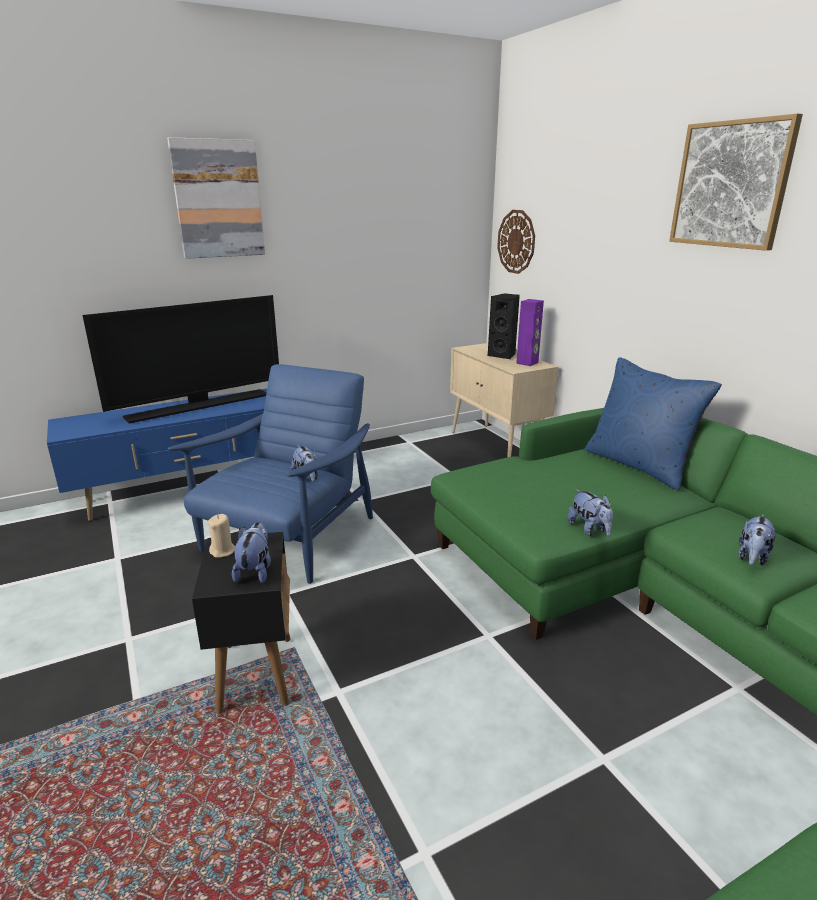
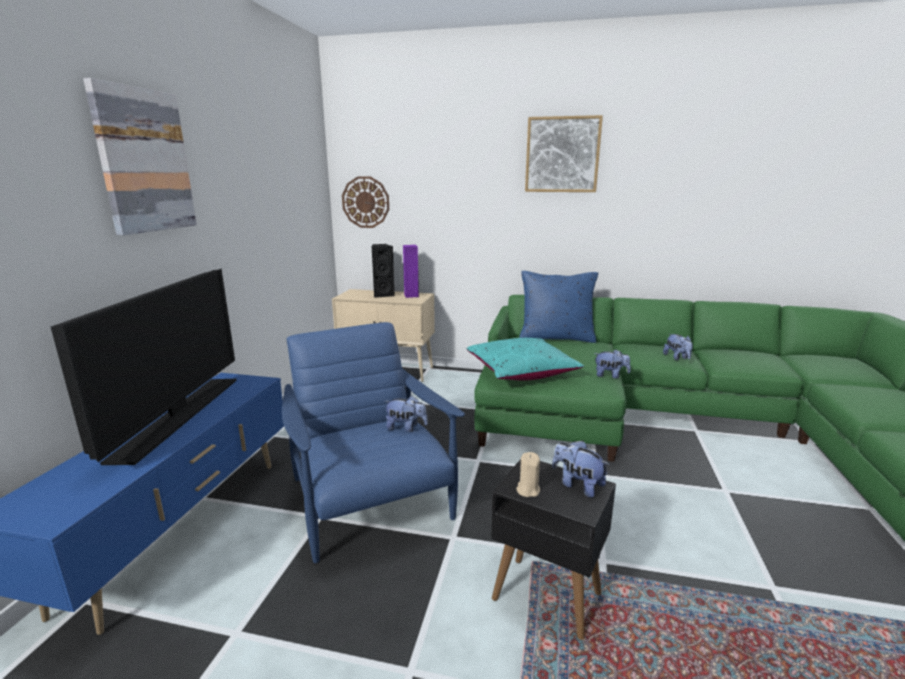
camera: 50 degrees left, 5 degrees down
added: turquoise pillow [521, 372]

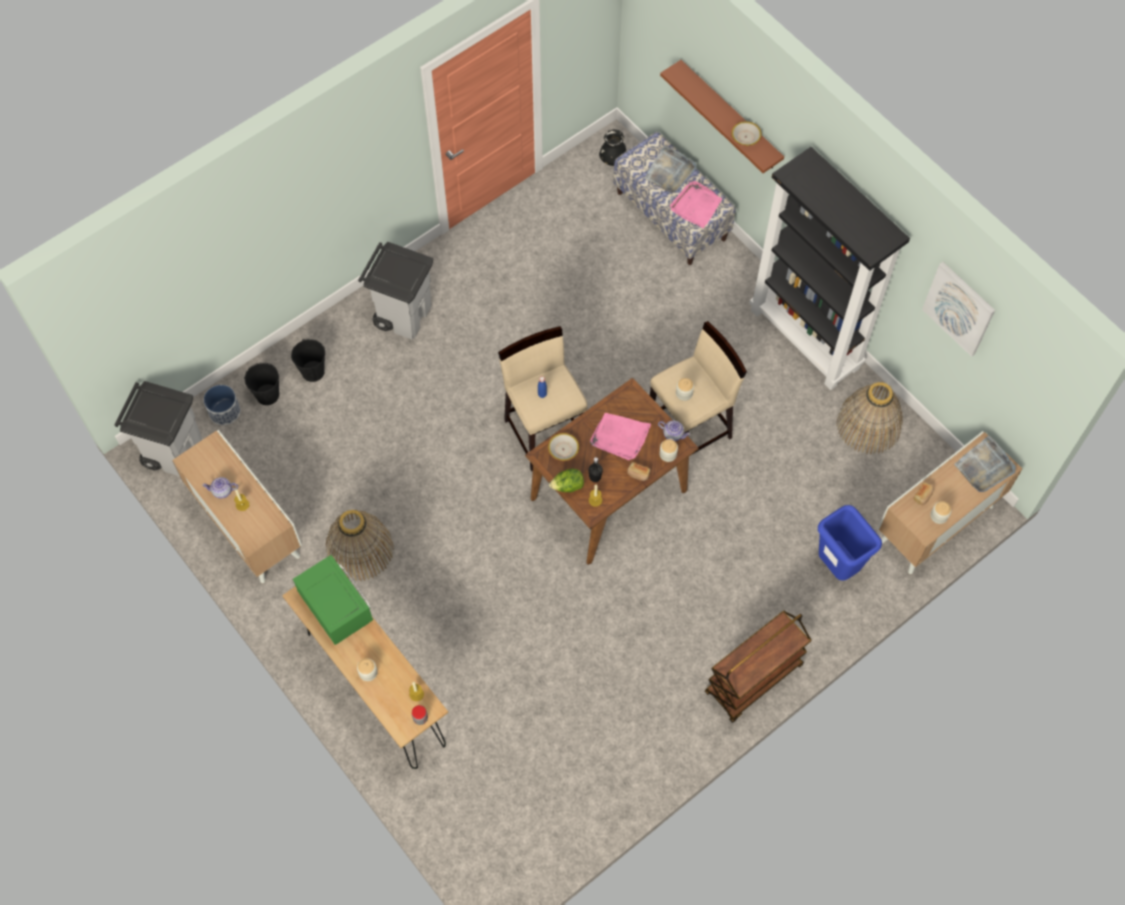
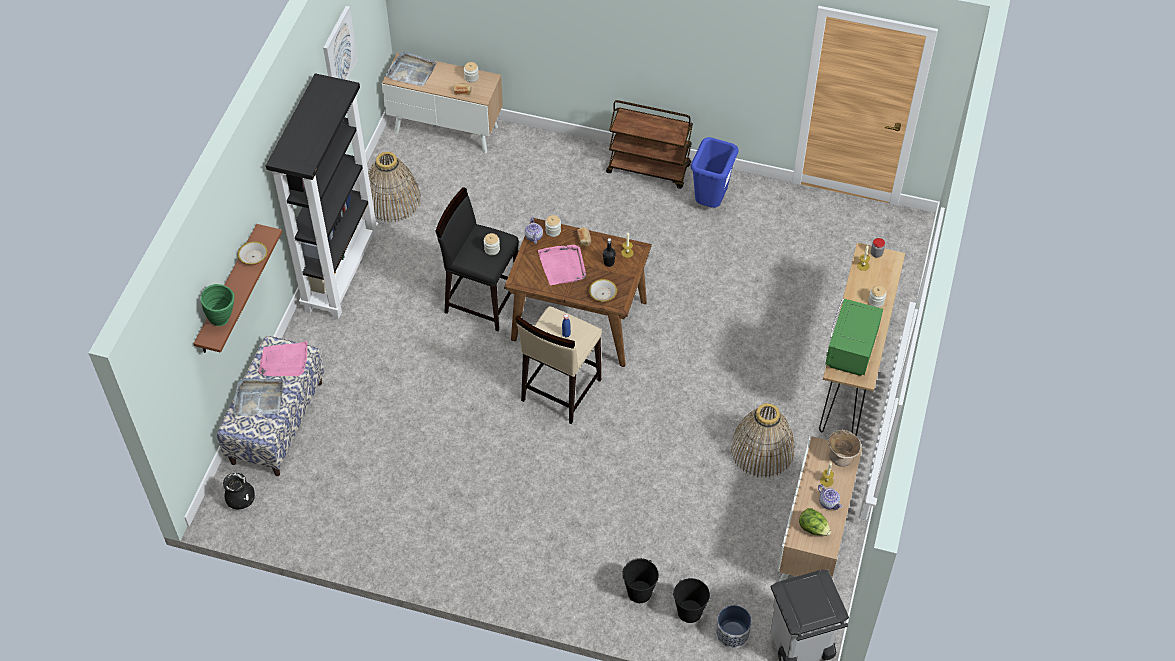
camera: 125 degrees left, 10 degrees down
removed: grey trash can [403, 315]
added: green vase [224, 320]; beige bowl [841, 456]
moved: lettuce [567, 486] to [813, 528]; blue trash can [837, 566] to [710, 202]
recoloured: beige stool [690, 430] to black stool [482, 301]

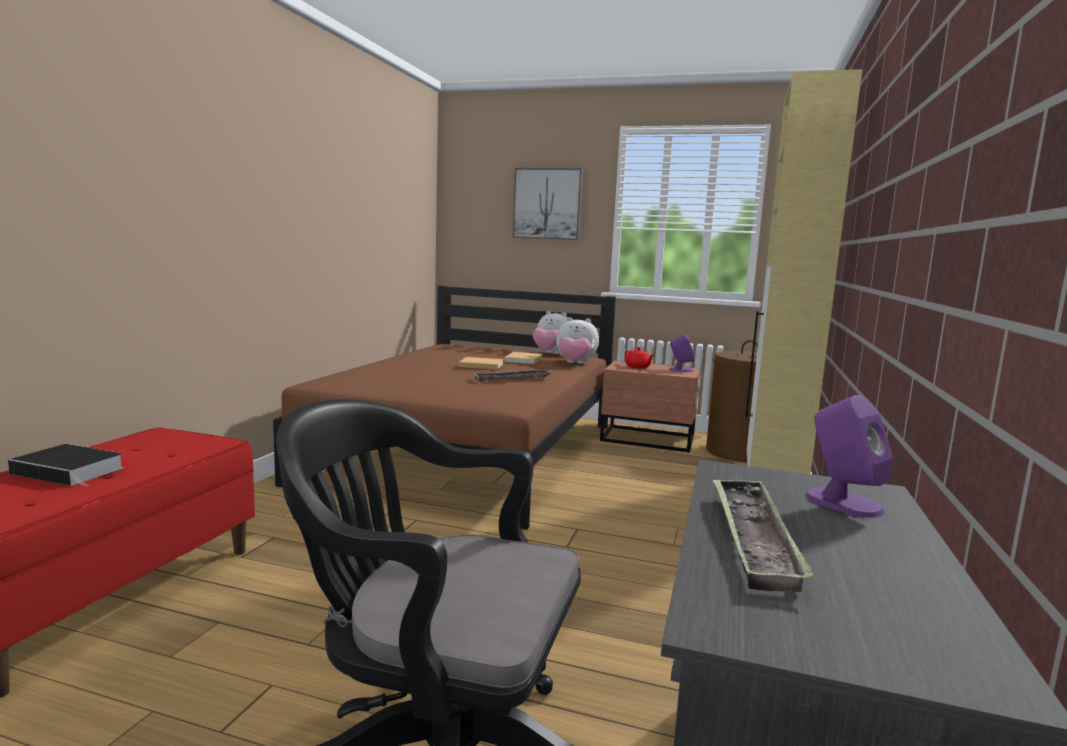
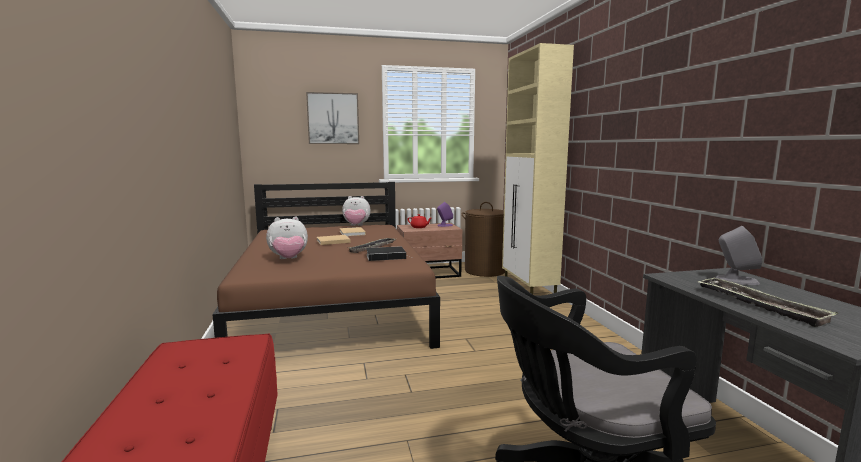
camera: 30 degrees left, 0 degrees up
moved: plush toy [575, 363] to [288, 259]; book [71, 471] to [387, 256]
recoloured: purple speaker [842, 502] to grey speaker [736, 280]

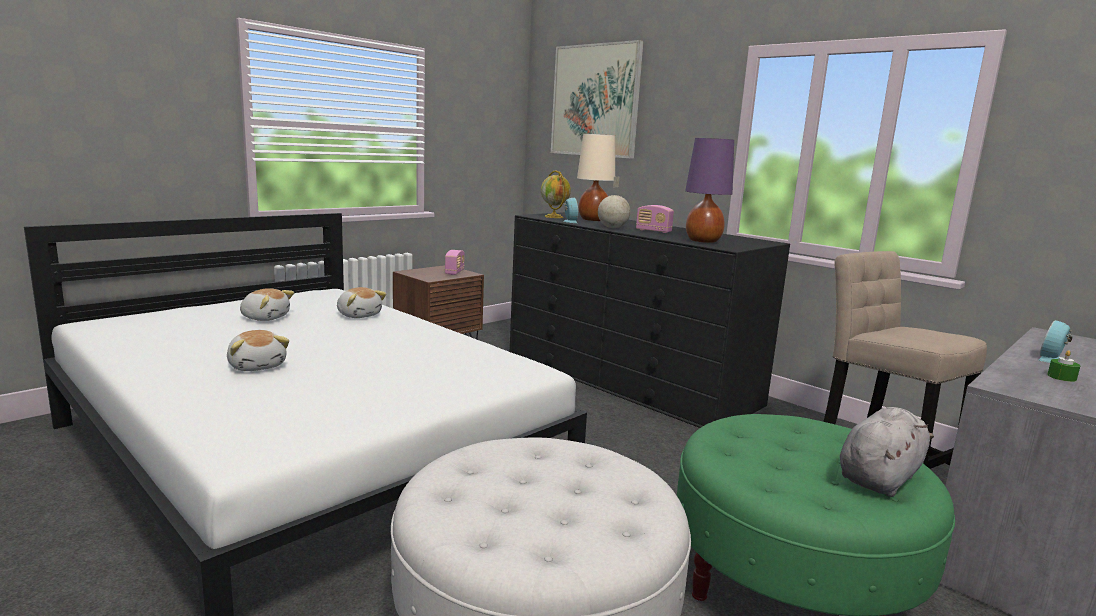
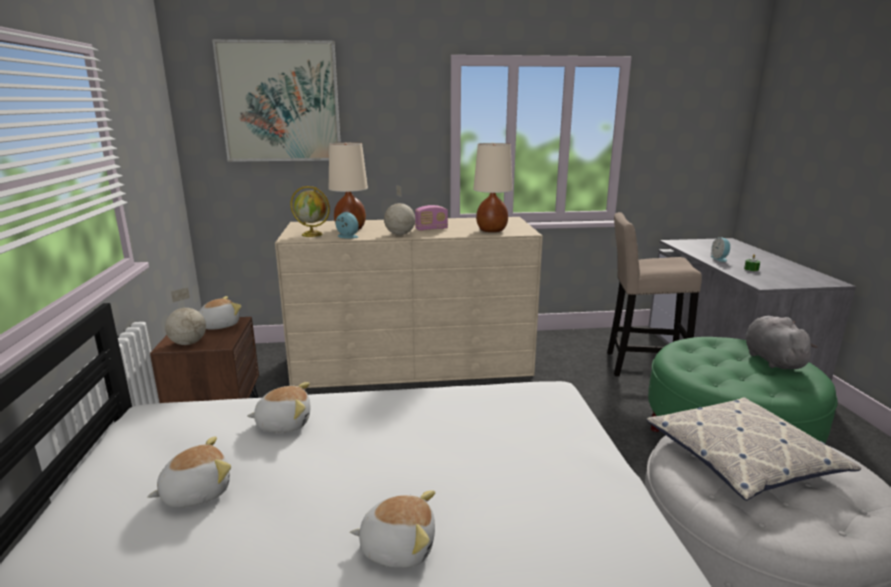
camera: 50 degrees left, 5 degrees up
added: globe [188, 343]; pillow [742, 457]
replaced: radio [454, 272] to plush toy [219, 325]
recoloured: purple table lamp [703, 241] to beige table lamp [492, 230]; black dresser [628, 379] to beige dresser [412, 362]

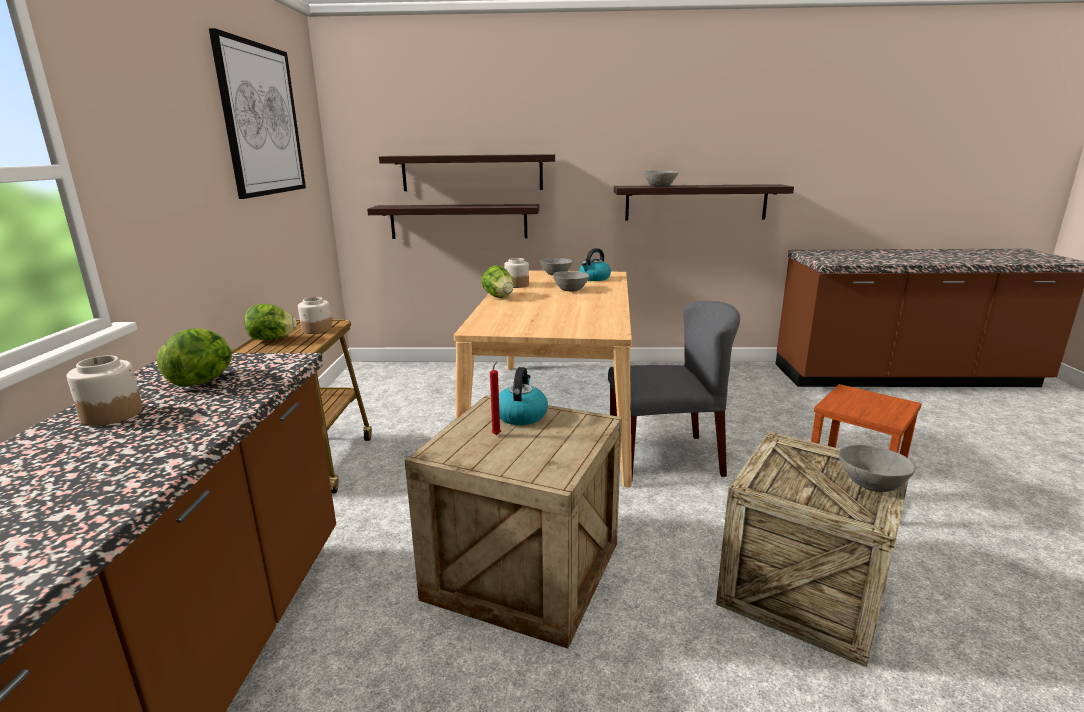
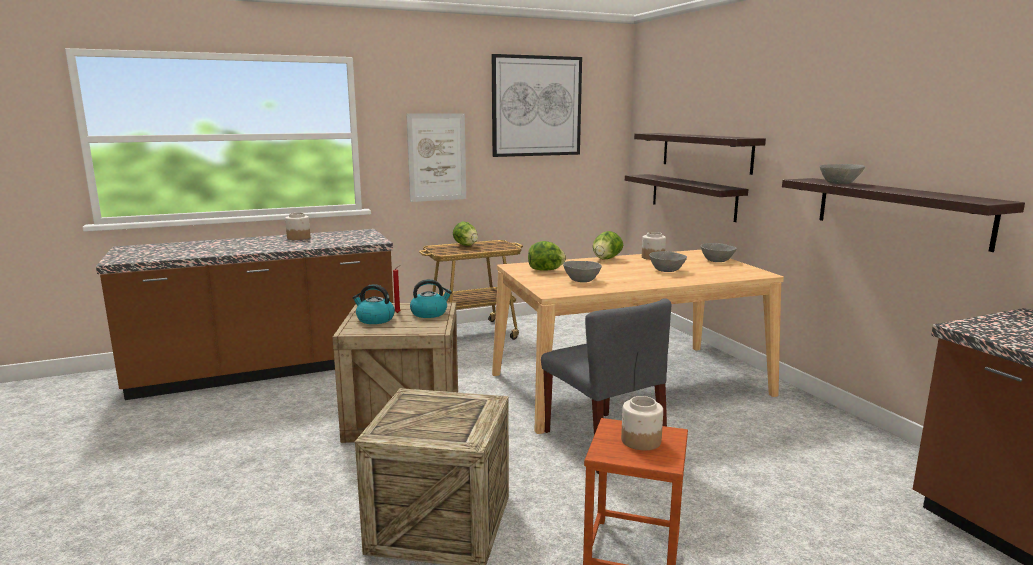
camera: 65 degrees right, 5 degrees down
added: picture [437, 157]
moved: kettle [594, 278] to [374, 319]; jar [317, 330] to [640, 441]; lettuce [203, 381] to [546, 270]; grey bowl [872, 484] to [582, 280]

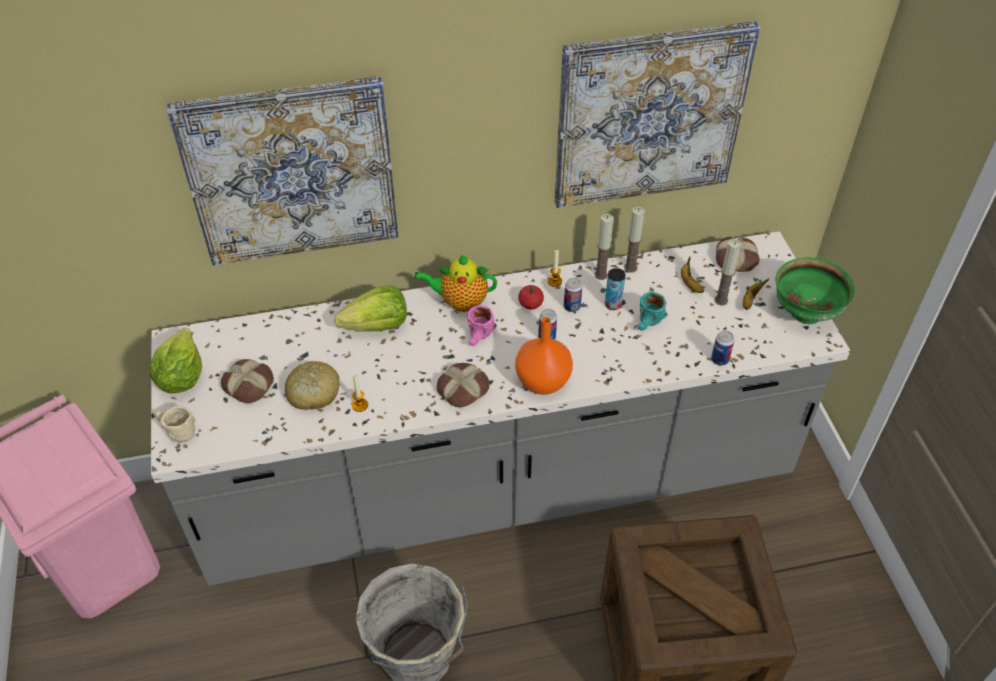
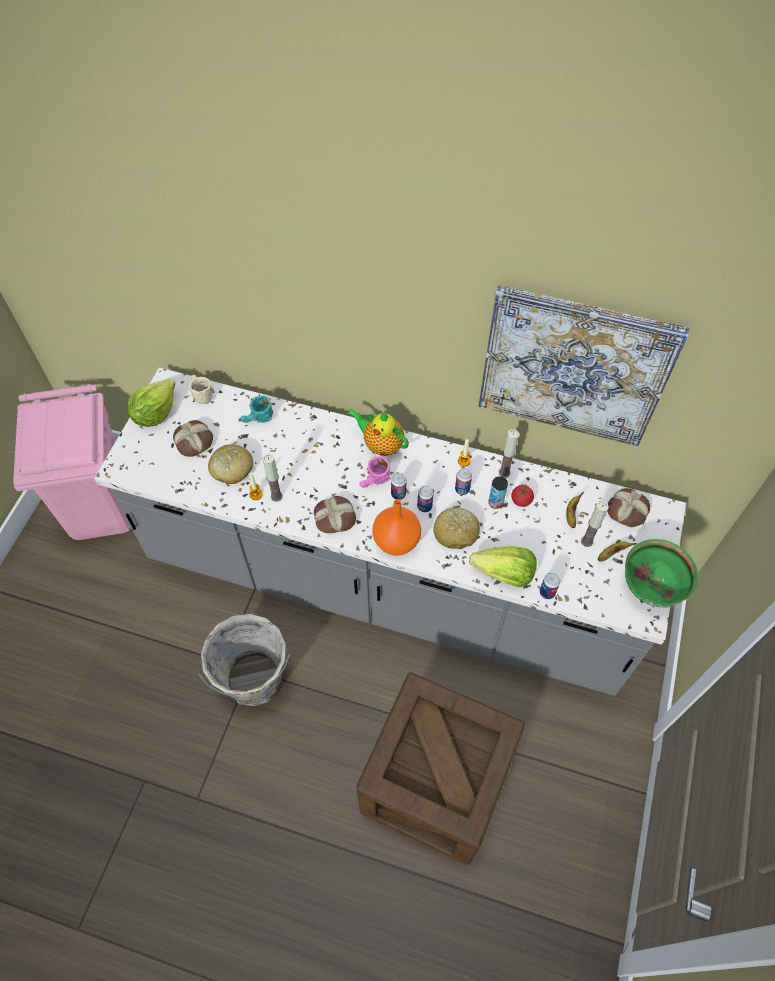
camera: 30 degrees right, 10 degrees up
removed: picture [291, 172]
added: can [398, 494]; bread [456, 532]
moved: candle [630, 267] to [276, 496]; lettuce [377, 326] to [504, 574]; tomato [530, 304] to [521, 500]; turquoise mug [648, 324] to [258, 420]; beige mug [175, 432] to [200, 394]

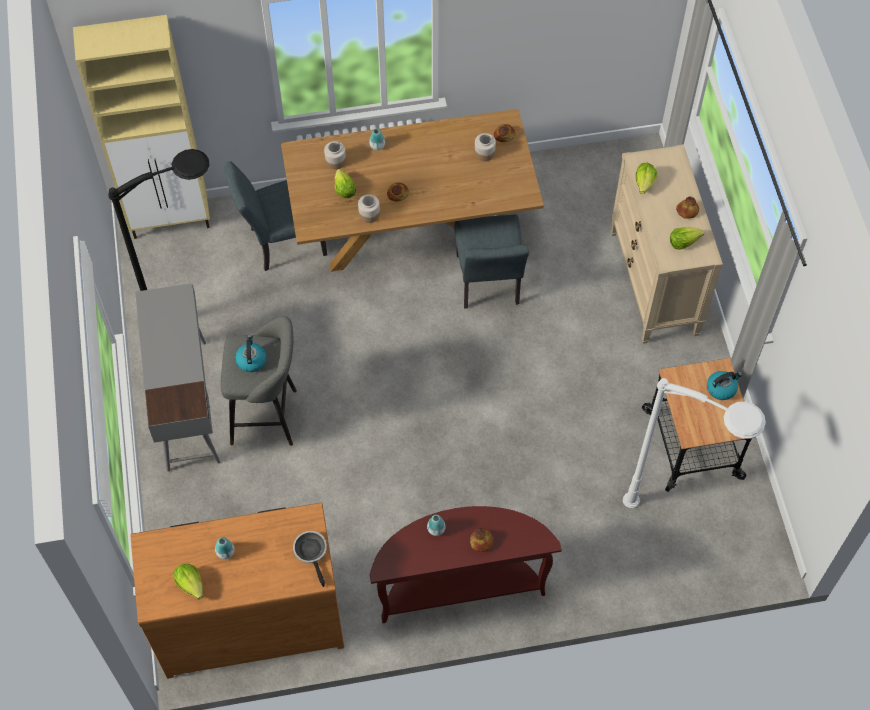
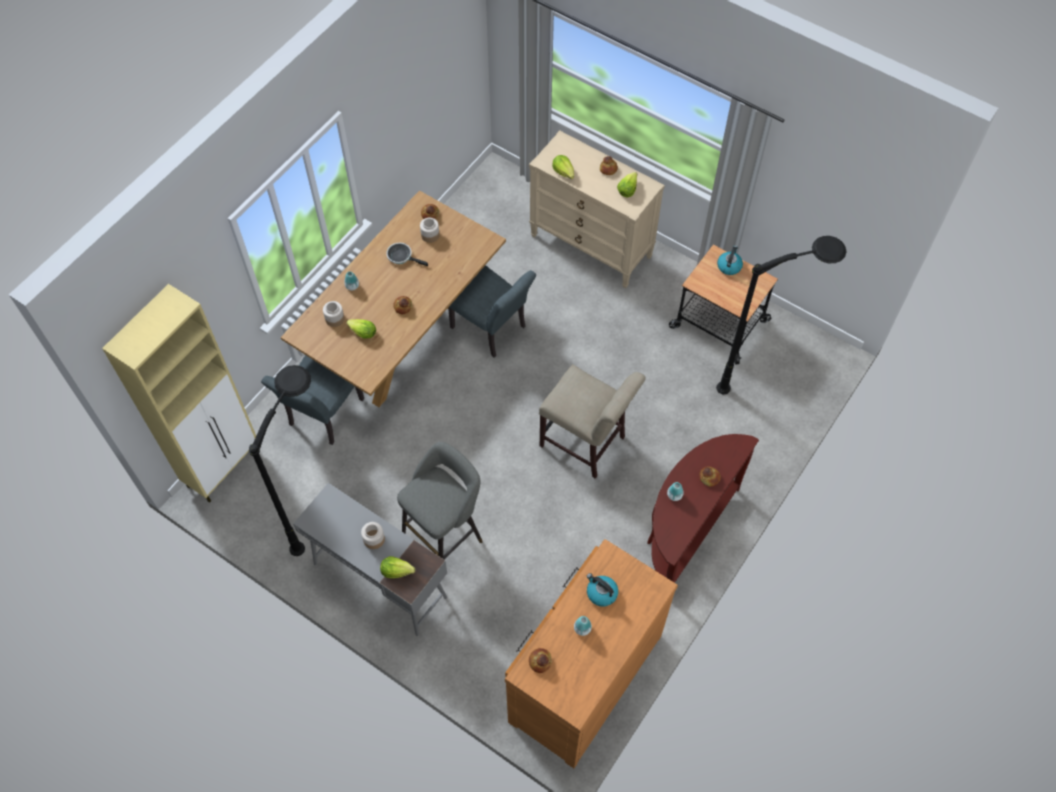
camera: 45 degrees left, 0 degrees up
added: beige chair [586, 444]; bread [540, 661]
moved: jar [369, 214] to [373, 539]; kettle [251, 360] to [601, 593]; frying pan [311, 552] to [401, 256]; lettuce [191, 584] to [397, 570]
recoloured: white floor lamp [679, 527] to black floor lamp [766, 379]

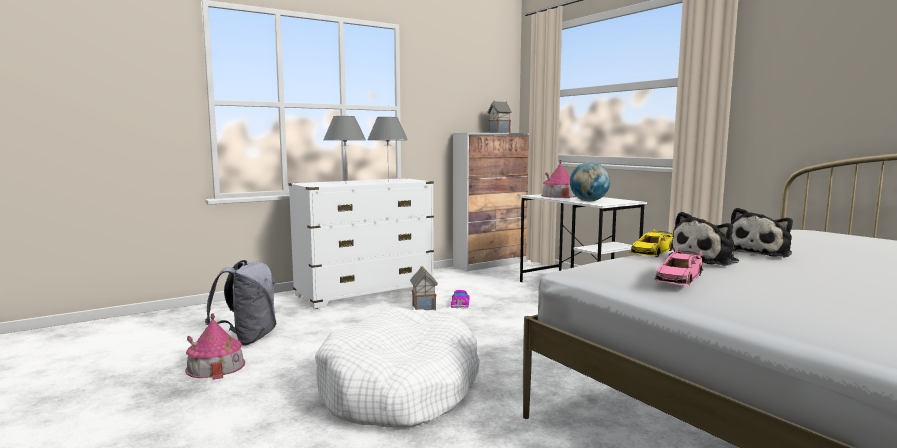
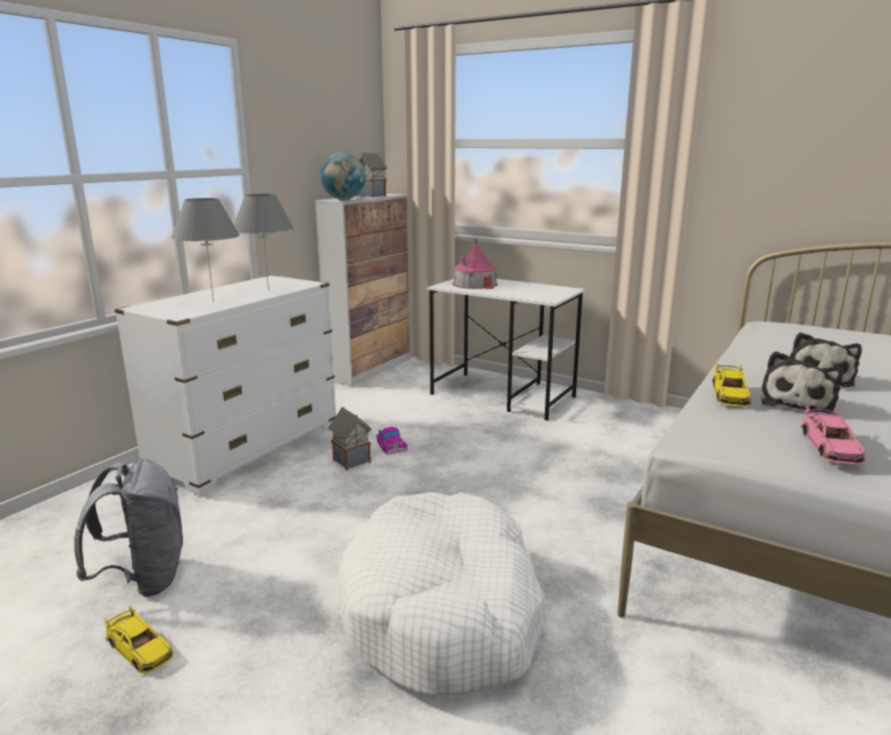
camera: 25 degrees left, 10 degrees up
moved: globe [588, 201] to [343, 199]
replaced: toy house [215, 366] to yellow toy car [140, 649]

